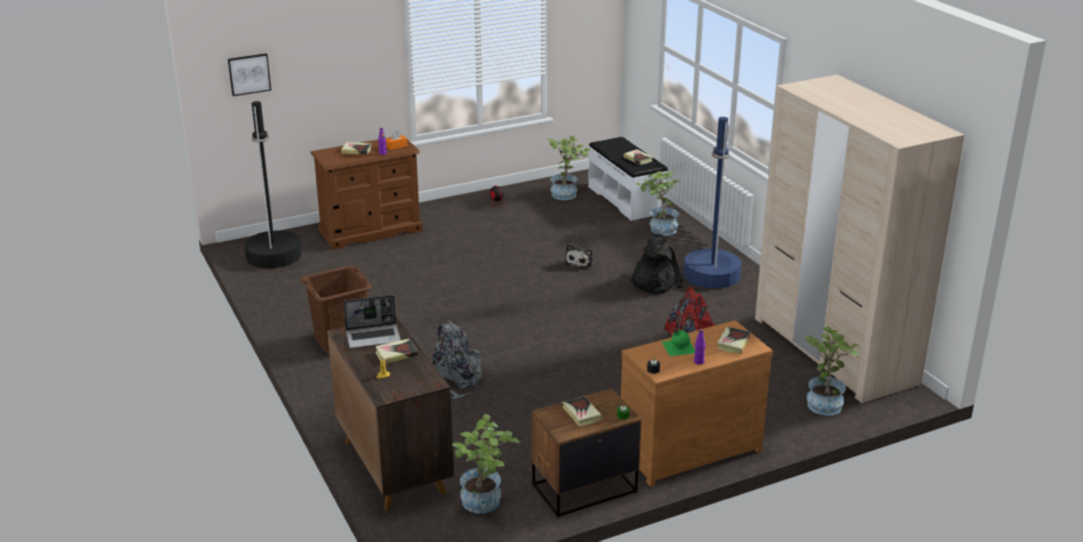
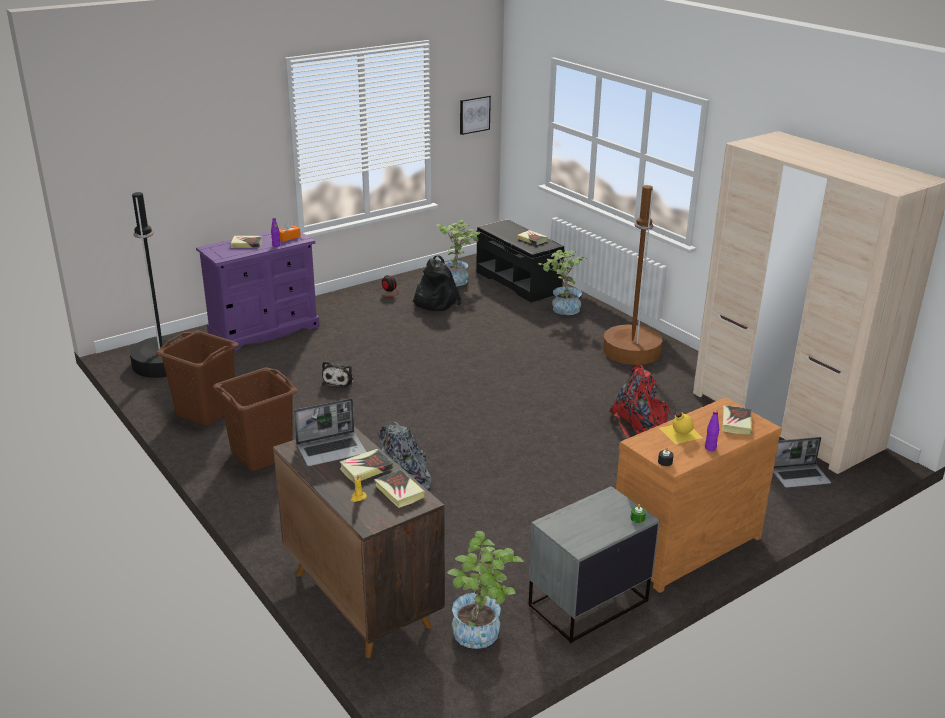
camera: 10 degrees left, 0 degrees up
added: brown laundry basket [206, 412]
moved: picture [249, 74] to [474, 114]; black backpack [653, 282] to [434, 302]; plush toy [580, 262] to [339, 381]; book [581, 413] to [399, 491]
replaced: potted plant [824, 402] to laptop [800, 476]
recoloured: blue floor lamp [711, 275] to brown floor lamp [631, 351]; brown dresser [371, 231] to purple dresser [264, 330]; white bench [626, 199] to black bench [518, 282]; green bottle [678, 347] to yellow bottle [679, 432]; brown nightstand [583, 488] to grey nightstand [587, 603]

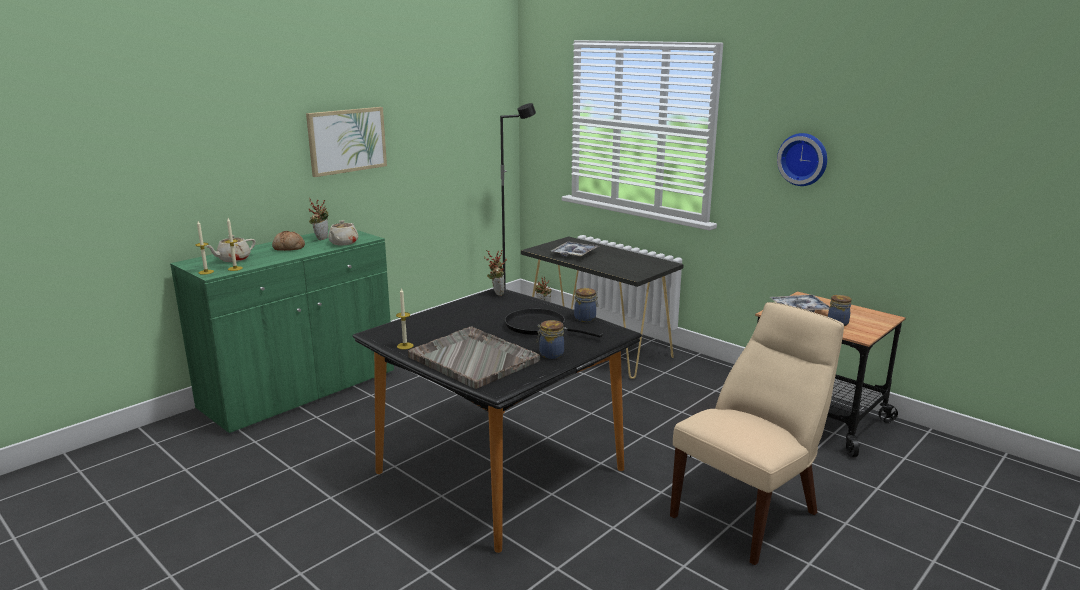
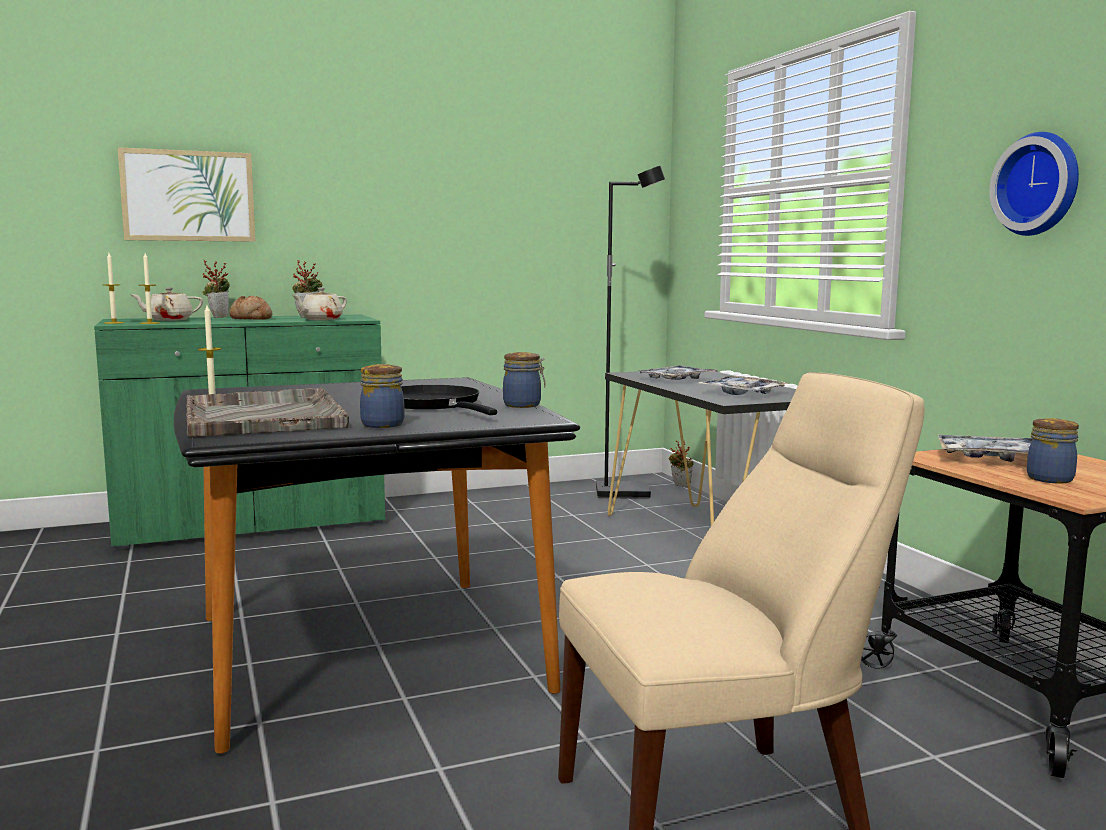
camera: 25 degrees right, 10 degrees down
added: tray [742, 393]
moved: picture [347, 140] to [188, 196]; potted plant [496, 293] to [218, 317]

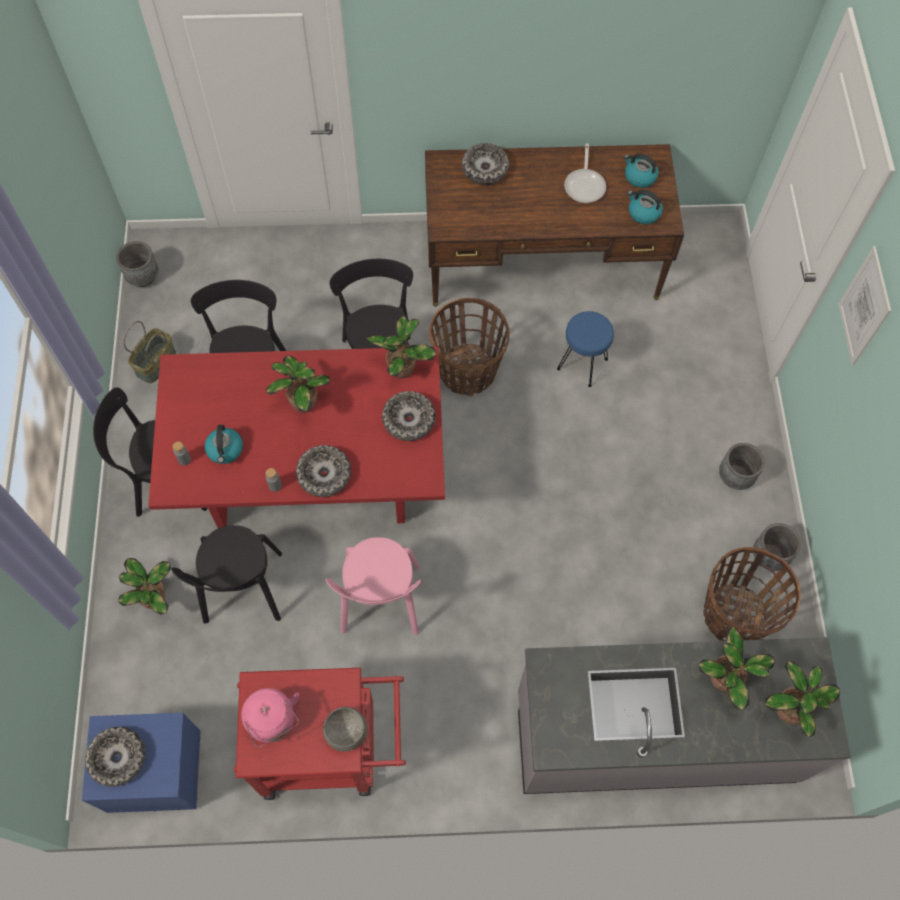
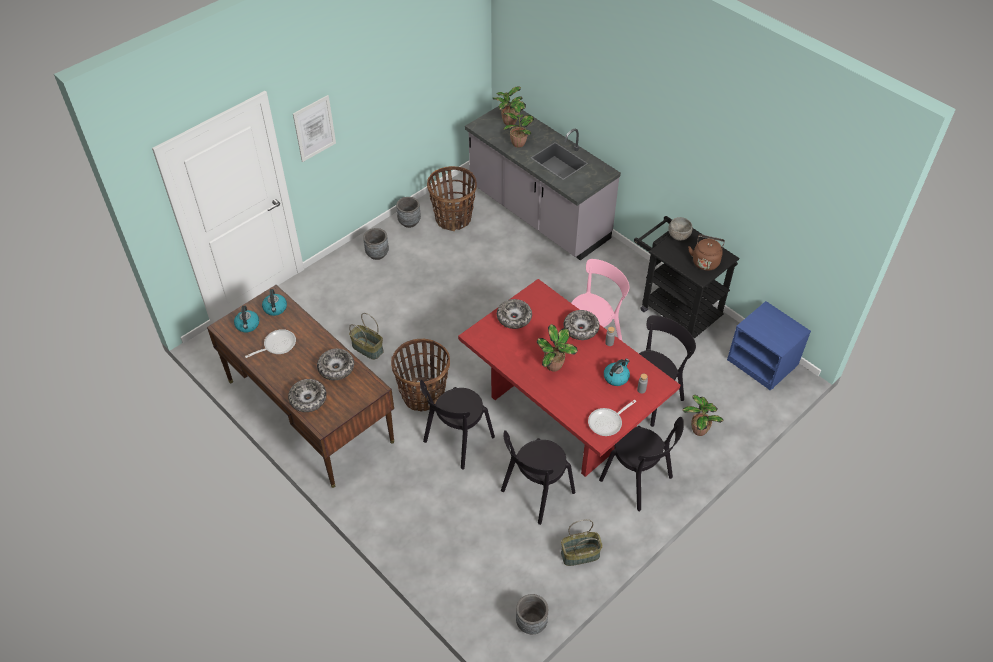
camera: 130 degrees left, 15 degrees down
removed: potted plant [402, 368]
added: frying pan [607, 422]
moved: bowl [118, 758] to [336, 368]
replaced: blue stool [582, 365] to basket [368, 348]
recoloured: red cart [330, 750] to black cart [674, 309]; pink kettle [273, 722] to brown kettle [705, 261]

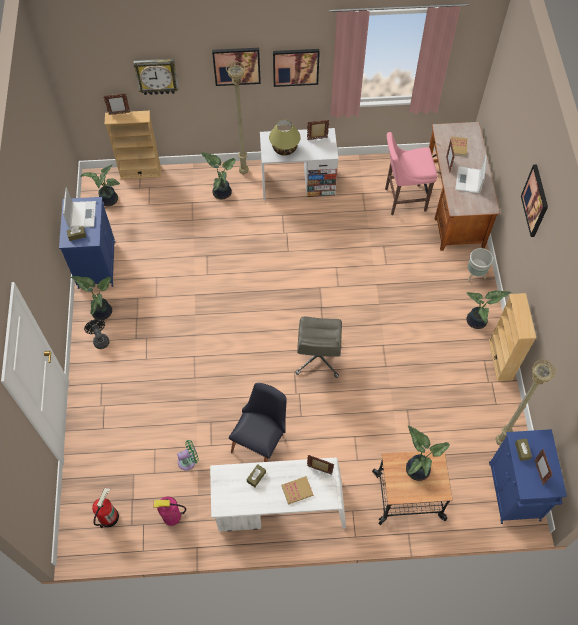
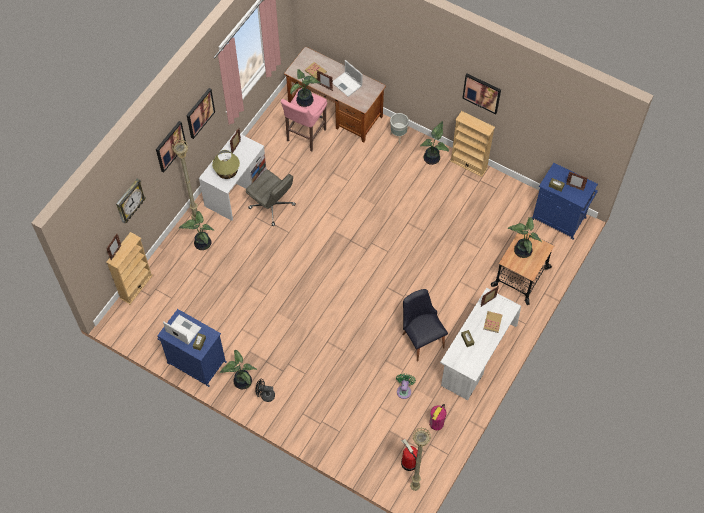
camera: 55 degrees left, 0 degrees up
moved: potted plant [107, 200] to [305, 102]; picture [535, 201] to [482, 93]; grey office chair [318, 358] to [272, 206]; beige floor lamp [499, 441] to [414, 487]

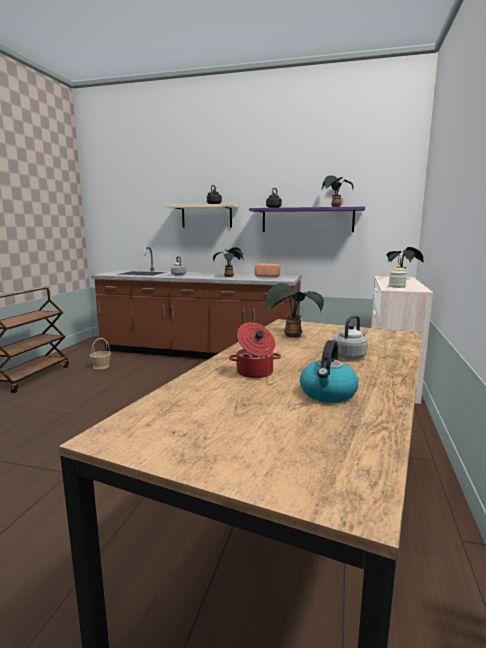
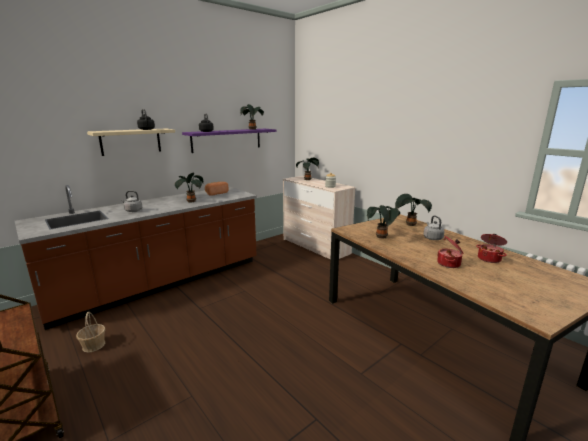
camera: 55 degrees left, 5 degrees up
added: potted plant [409, 225]
replaced: kettle [328, 394] to cooking pot [489, 259]

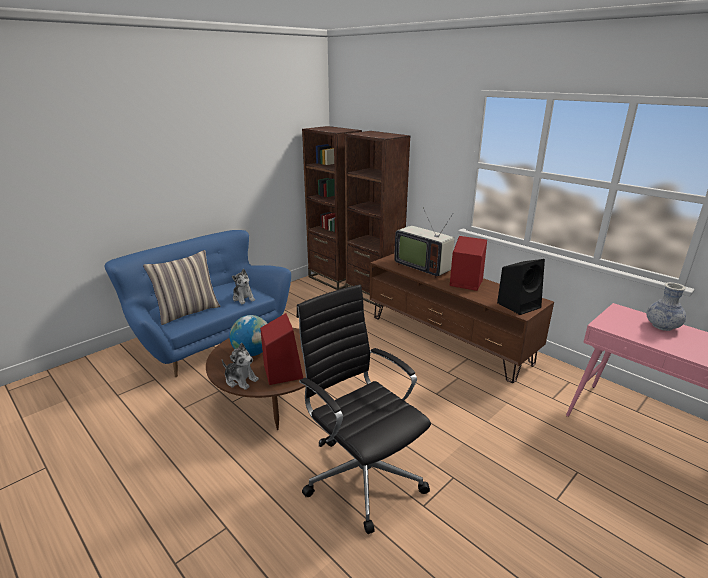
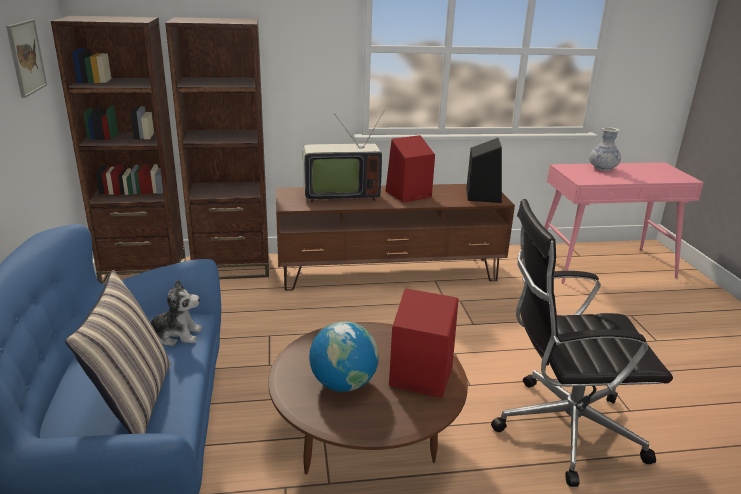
camera: 55 degrees left, 0 degrees up
removed: plush toy [240, 380]
added: picture [26, 57]

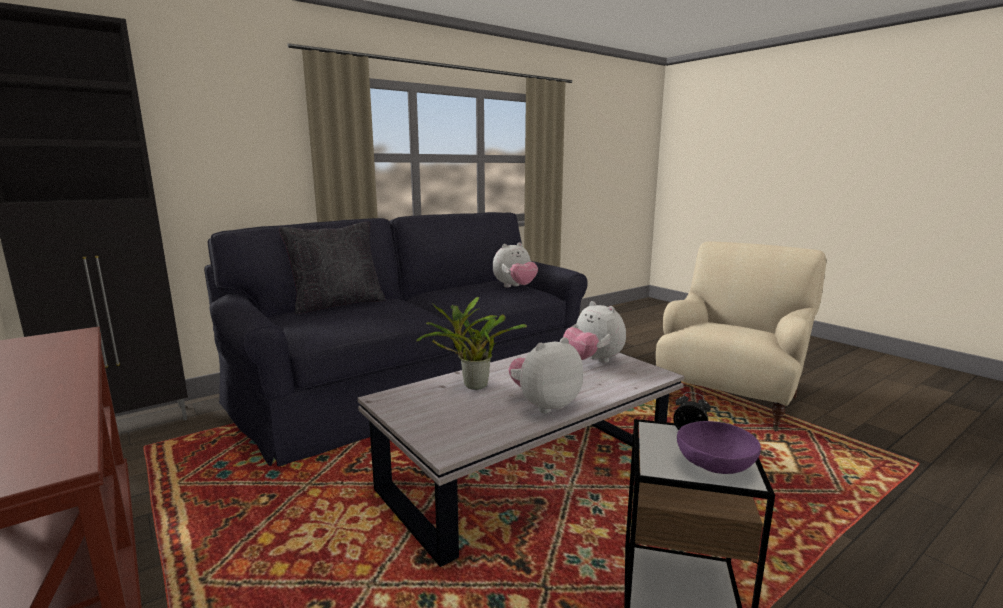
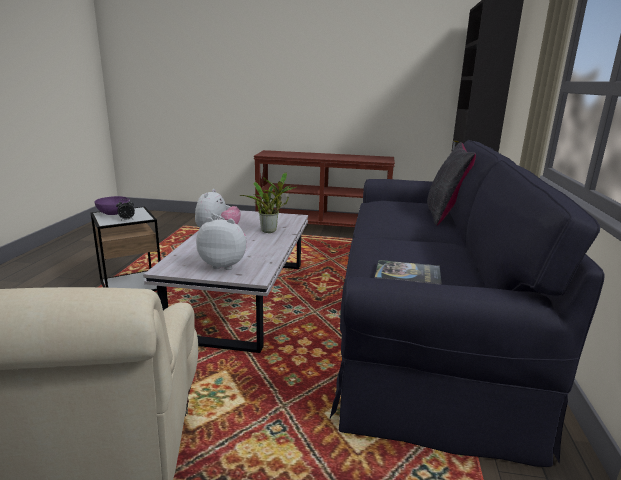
camera: 135 degrees right, 5 degrees up
replaced: plush toy [515, 287] to book [407, 274]

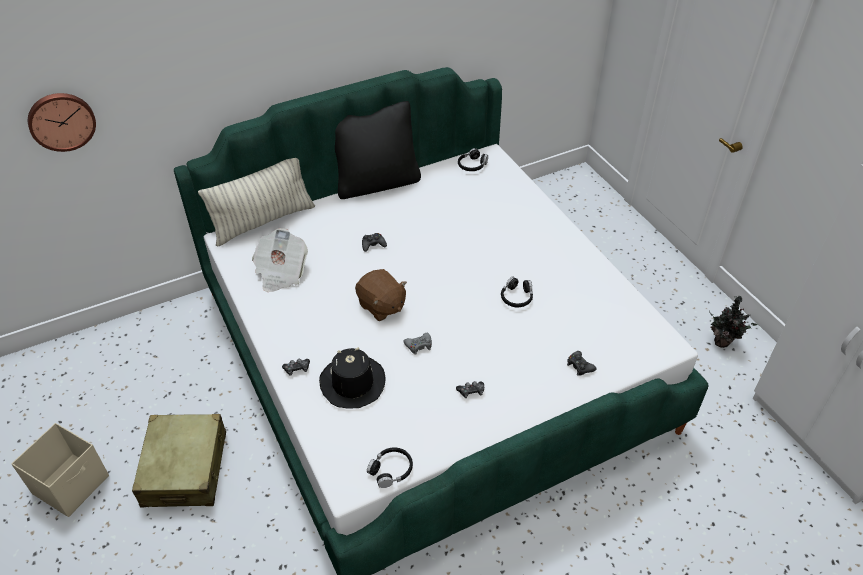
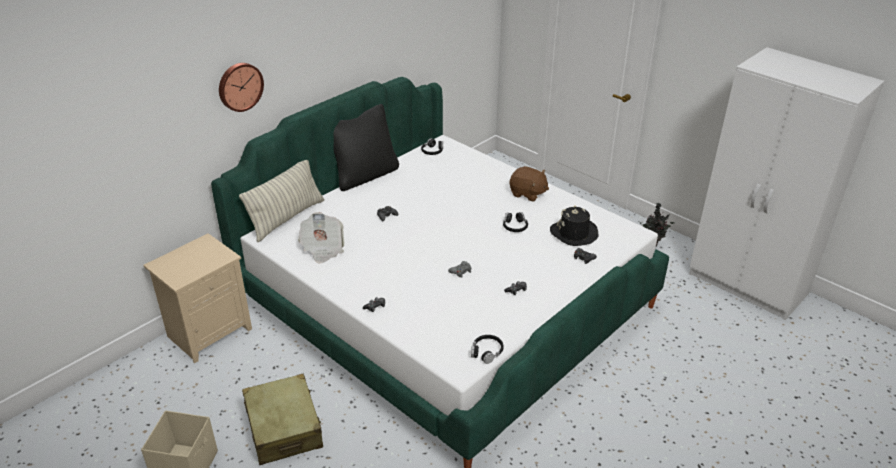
camera: 20 degrees left, 10 degrees down
added: beige nightstand [209, 332]
moved: wall clock [61, 120] to [239, 86]; brown plush toy [381, 306] to [527, 194]; black hat [352, 383] to [574, 233]

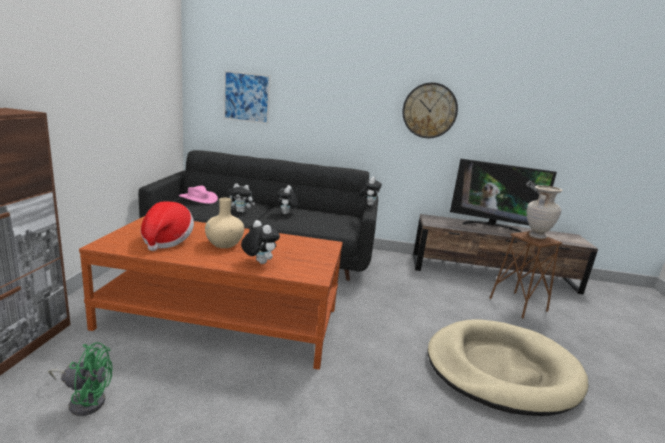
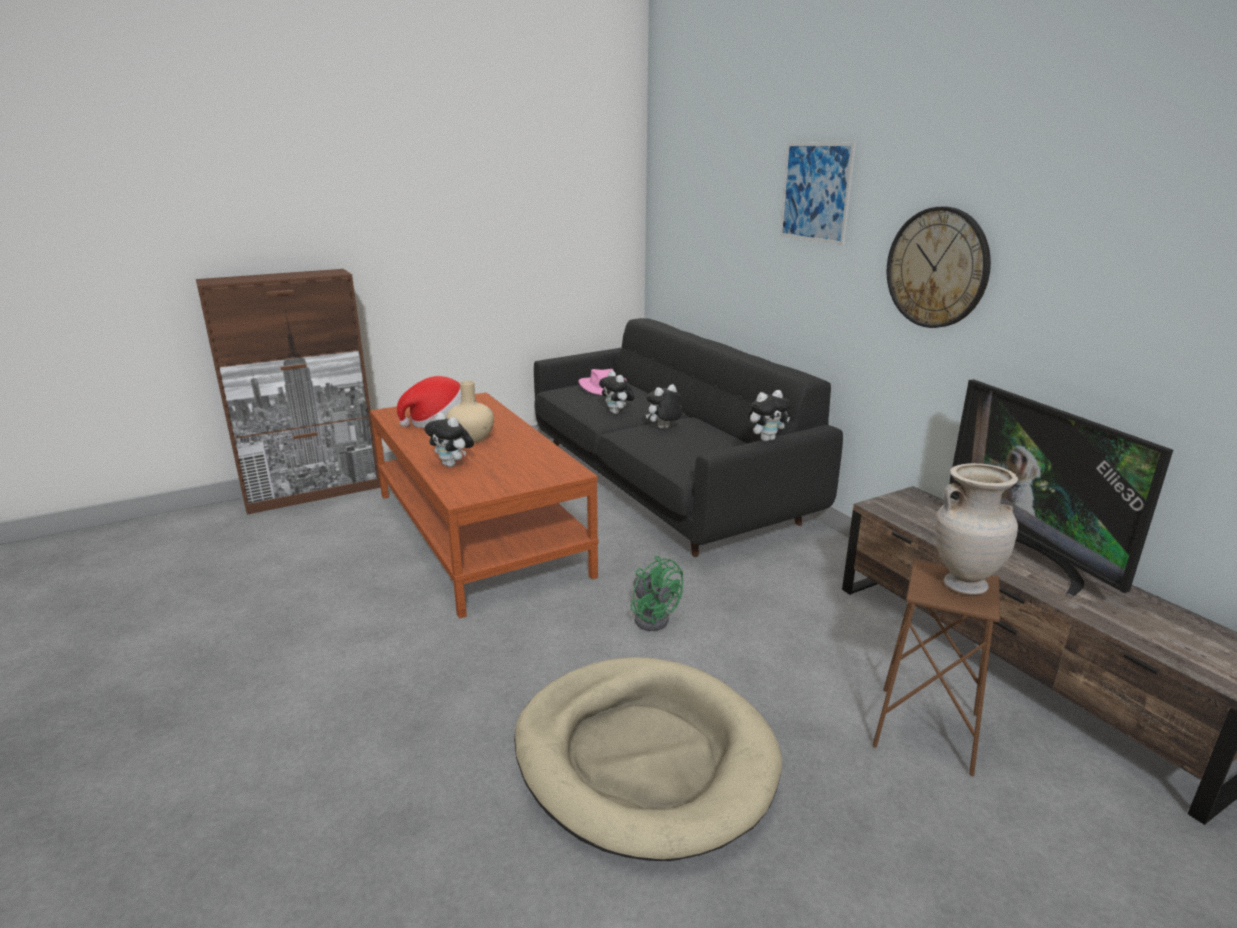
camera: 55 degrees right, 5 degrees up
moved: picture [246, 97] to [815, 192]; green fan [85, 400] to [652, 617]
turned: plush toy [258, 262] = [452, 465] 120 degrees clockwise

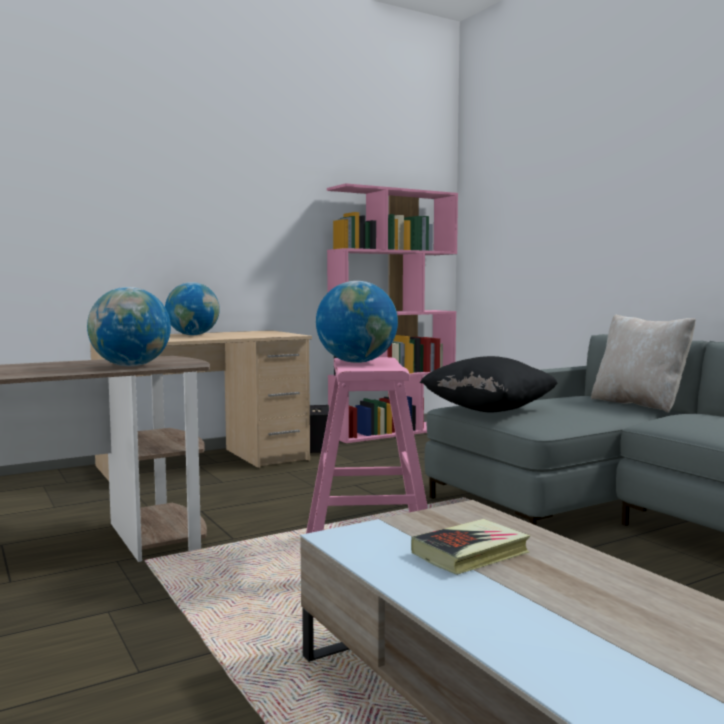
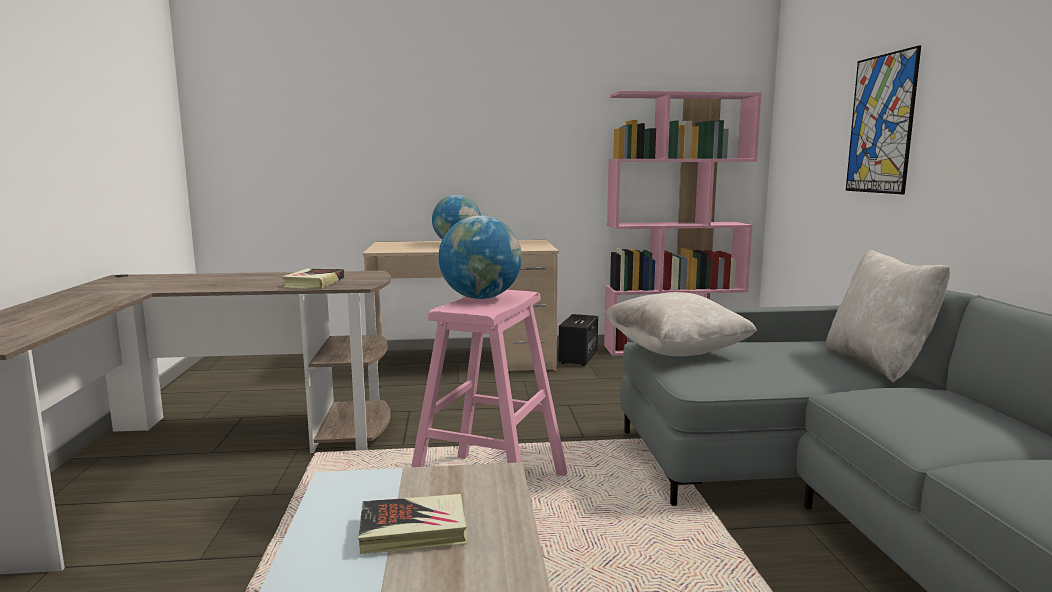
camera: 25 degrees right, 5 degrees up
added: picture [881, 124]
replaced: globe [130, 366] to book [314, 283]
recoloured: black pillow [488, 410] to beige pillow [675, 351]

